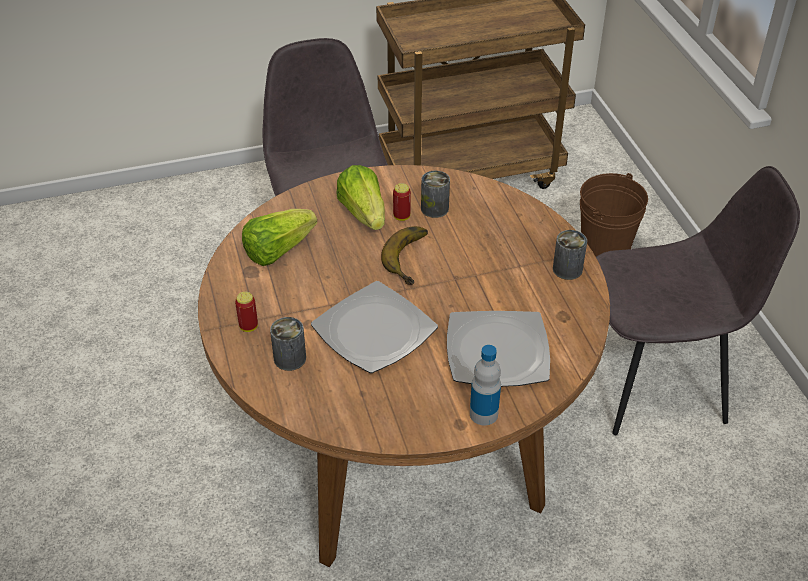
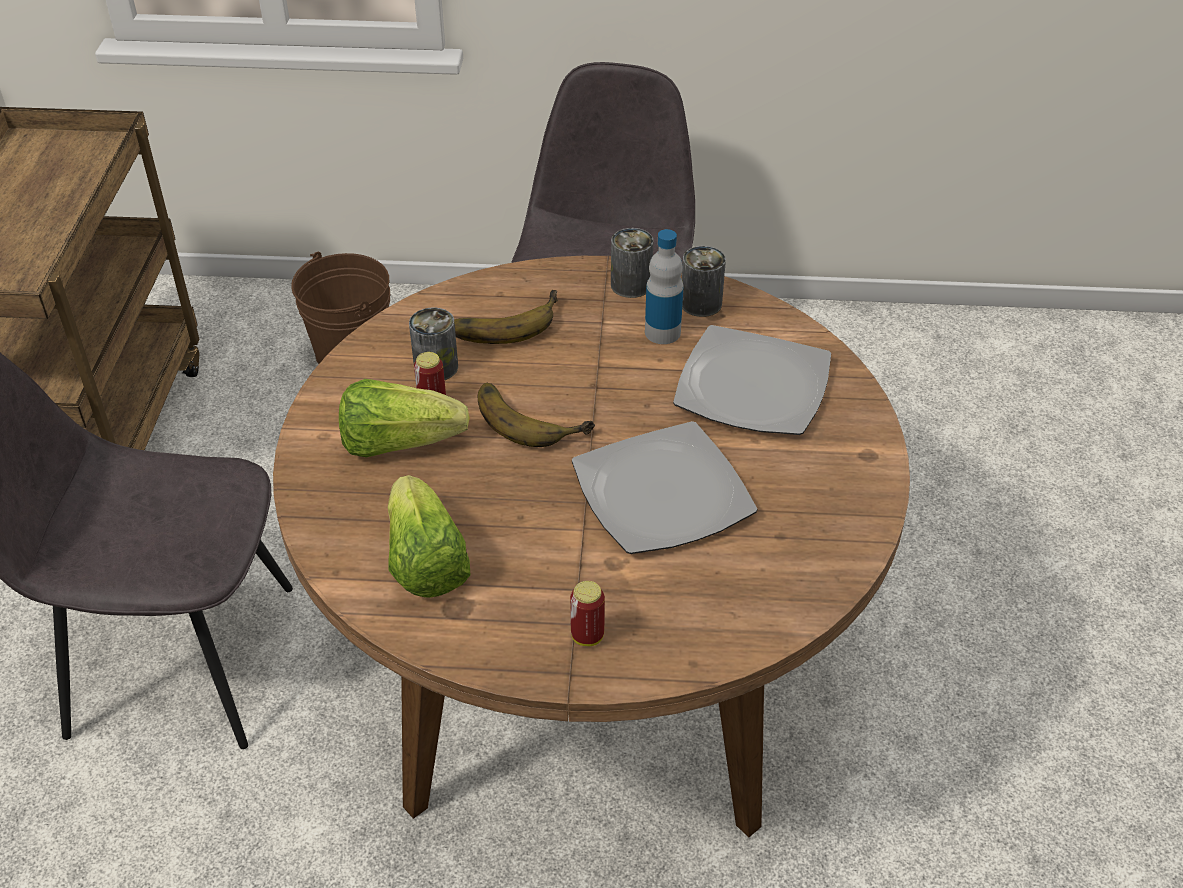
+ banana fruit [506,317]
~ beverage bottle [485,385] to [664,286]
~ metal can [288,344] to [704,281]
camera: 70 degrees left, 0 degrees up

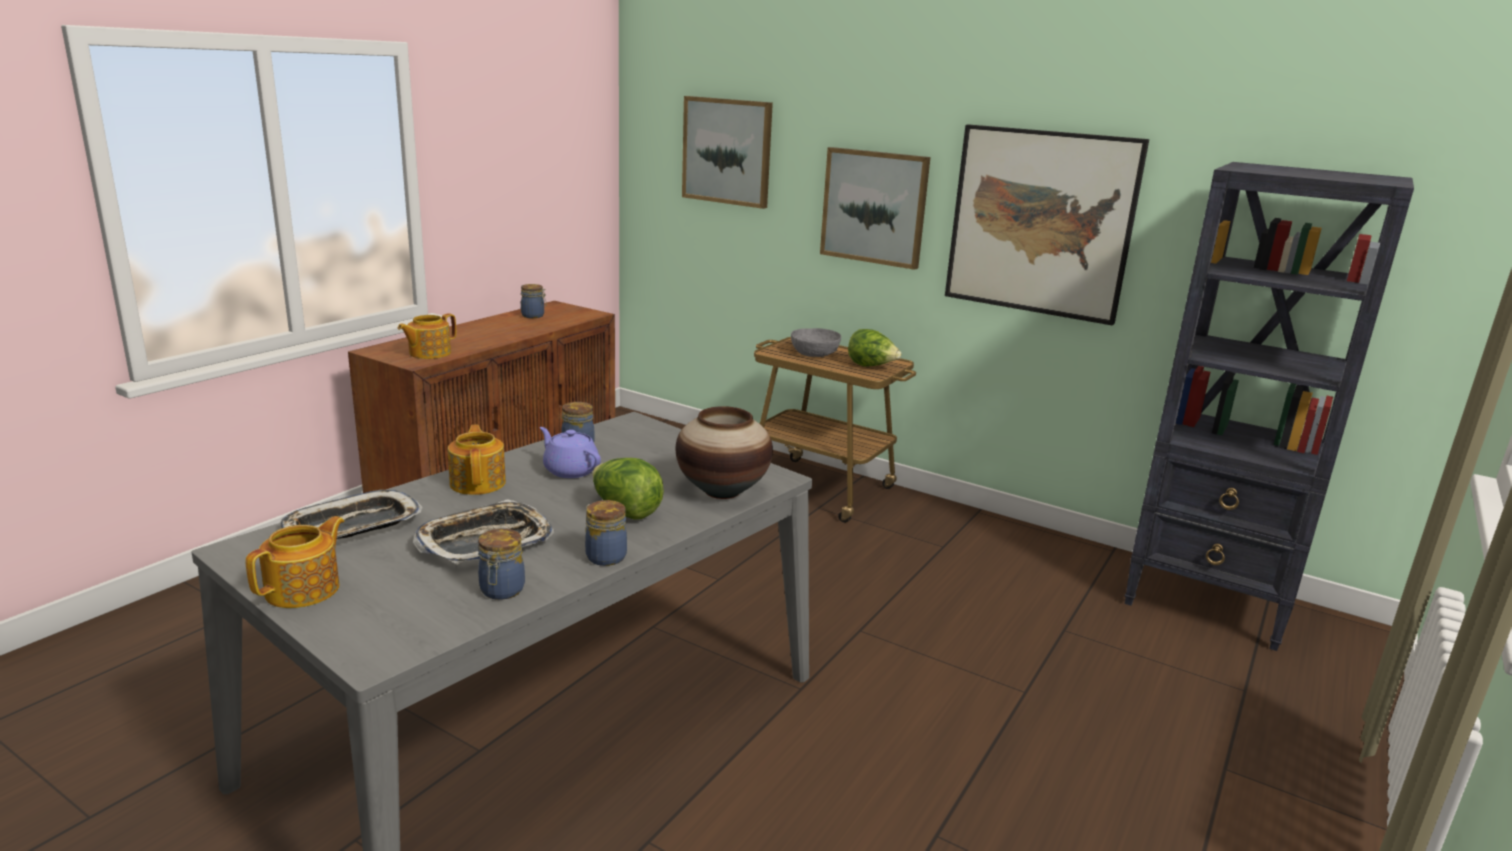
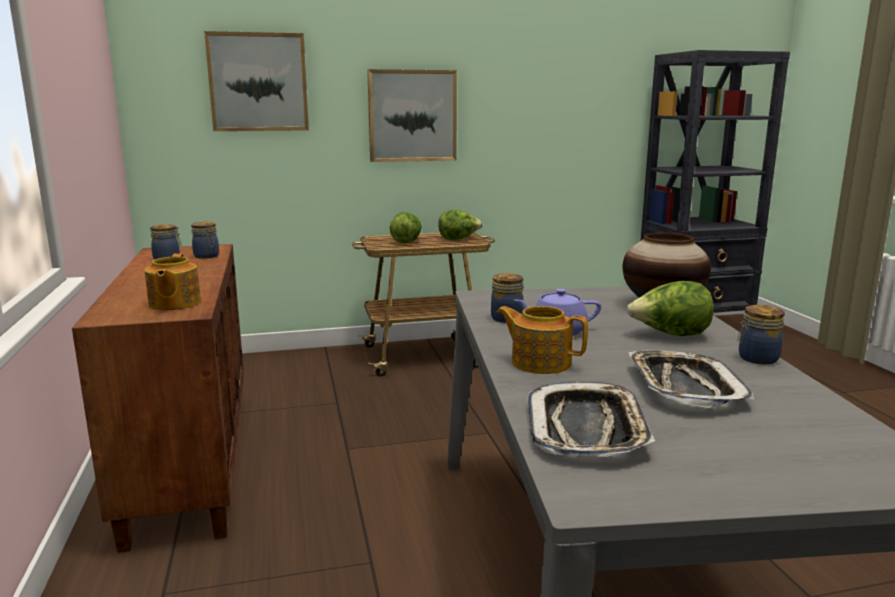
~ storage jar [501,564] to [205,240]
~ serving bowl (grey) [816,342] to lettuce head [405,227]
- tea pot [294,562]
- picture [1047,225]
camera: 45 degrees left, 5 degrees down

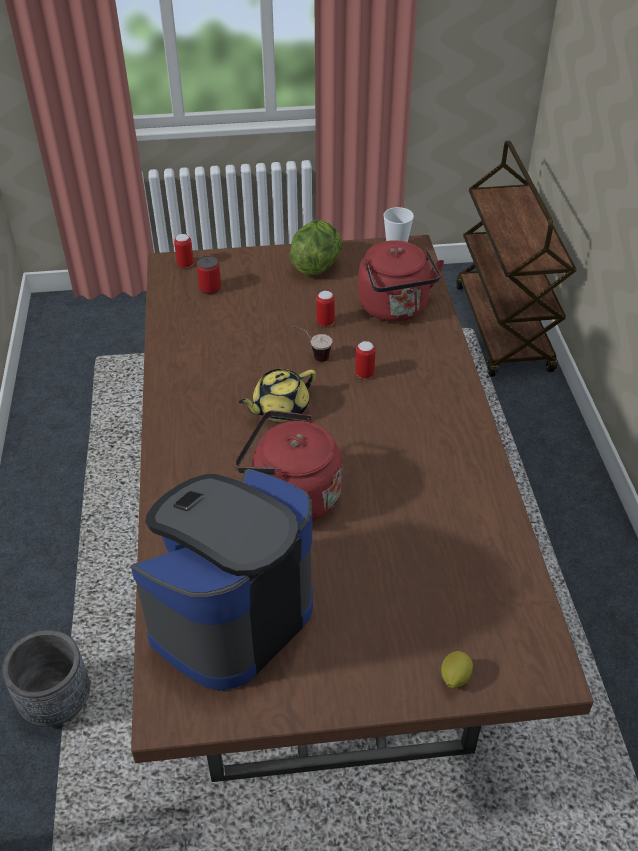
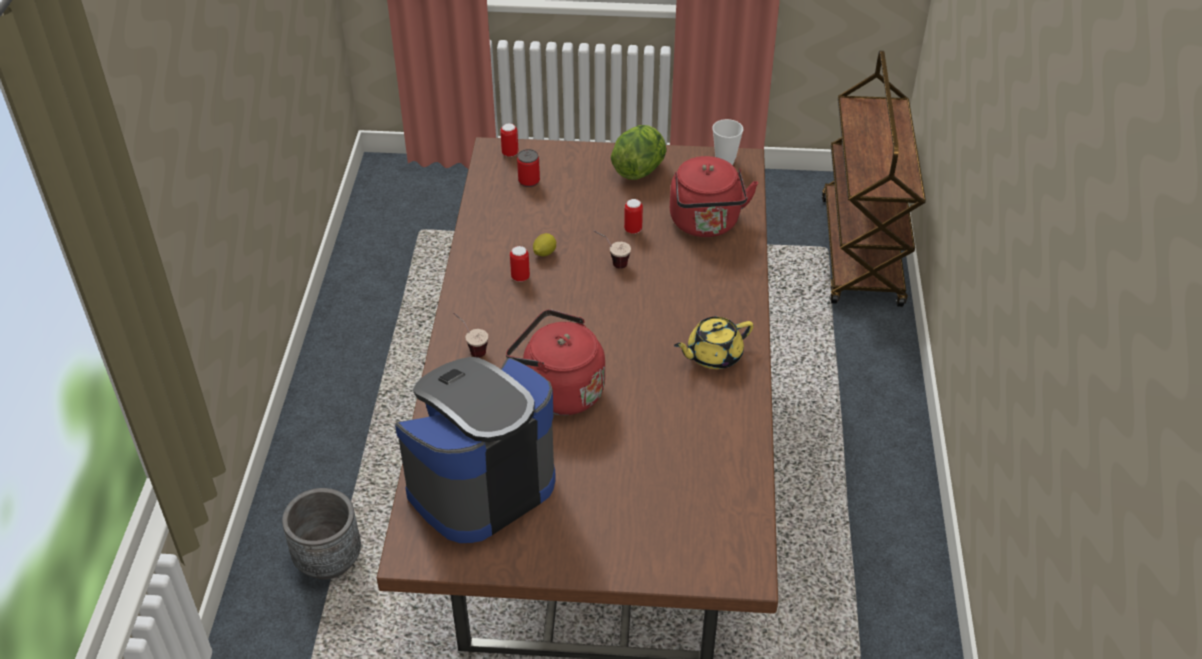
+ small cup [470,335]
~ metal can [365,360] to [520,264]
~ lemon [457,669] to [544,244]
~ tea pot (yellow-coloured) [277,395] to [714,343]
camera: 10 degrees right, 0 degrees up

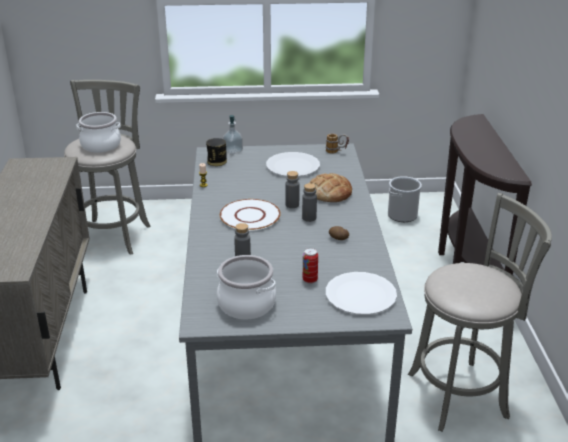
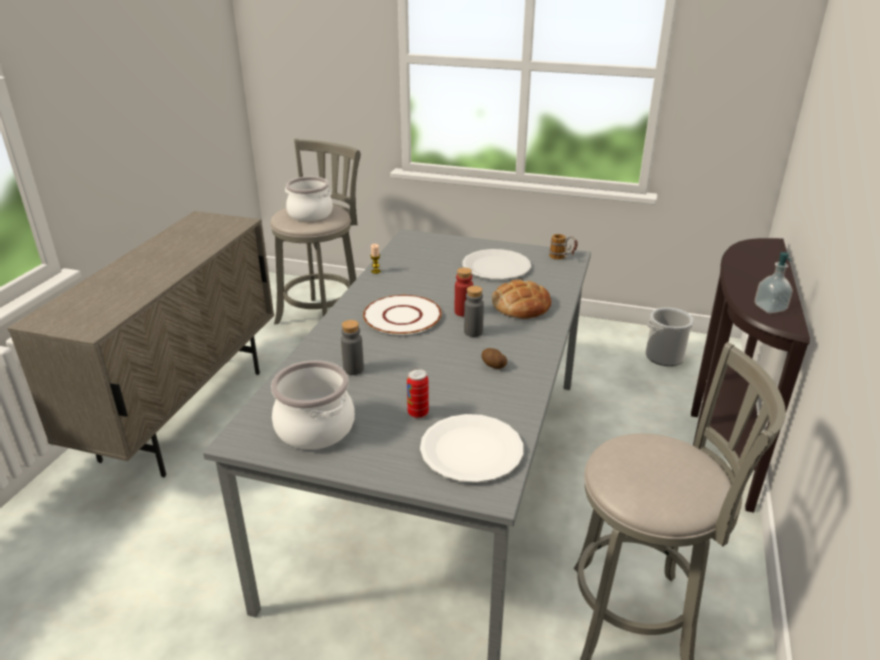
~ beverage bottle (grey) [292,189] to beverage bottle (reddish) [464,292]
~ soap dispenser [233,135] to [774,282]
- metal can [216,152]
camera: 20 degrees right, 0 degrees up

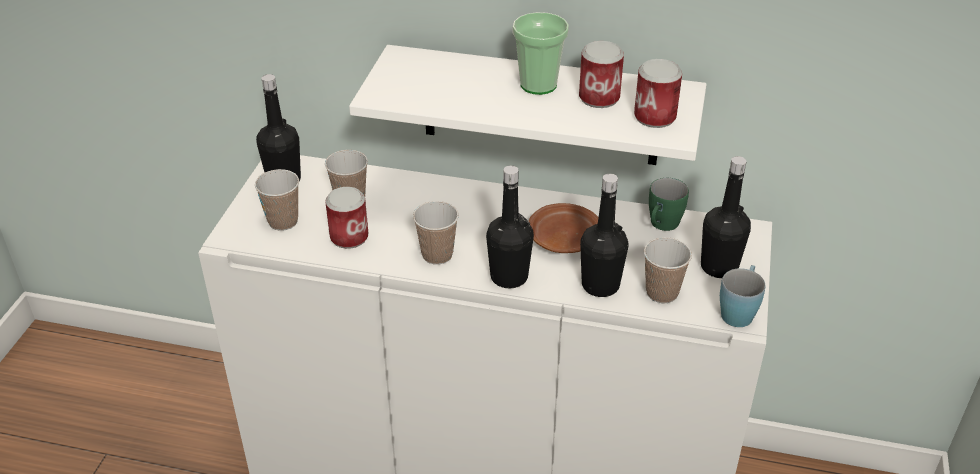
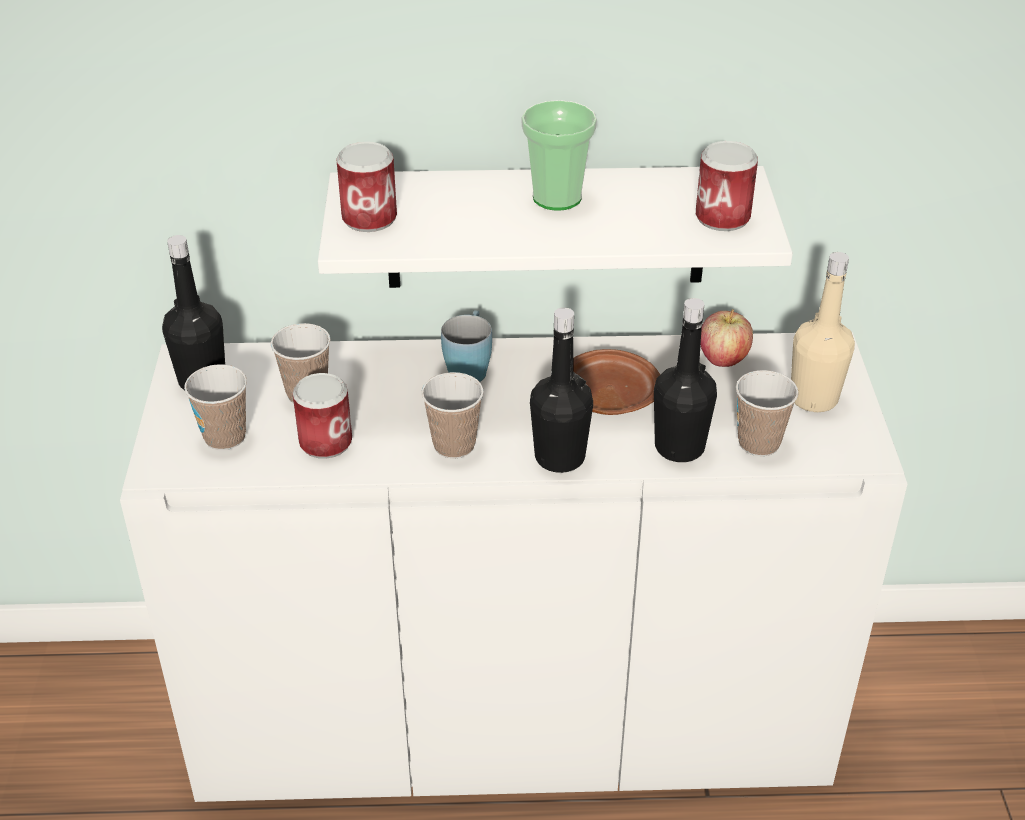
~ metal can [601,74] to [366,187]
~ mug (blue) [742,296] to [466,346]
~ mug (green) [669,204] to apple fruit [727,338]
~ beverage bottle (blackish) [726,217] to beverage bottle (sand-coloured) [823,332]
camera: 15 degrees left, 0 degrees up

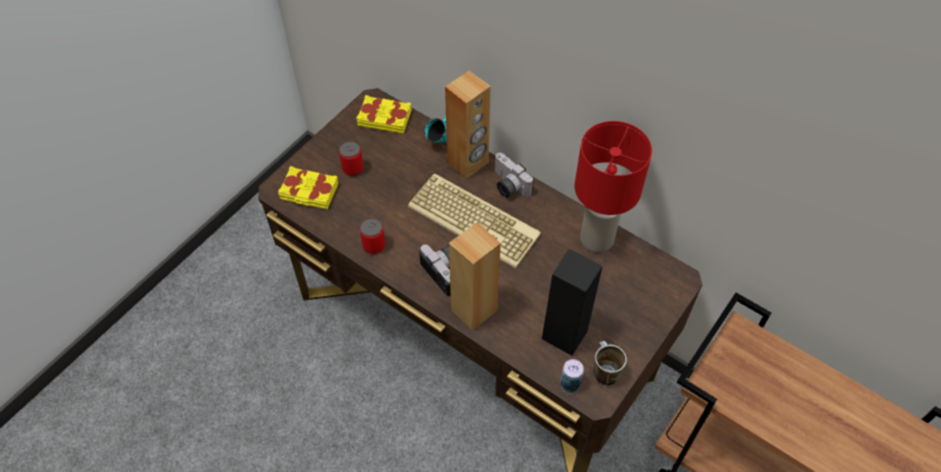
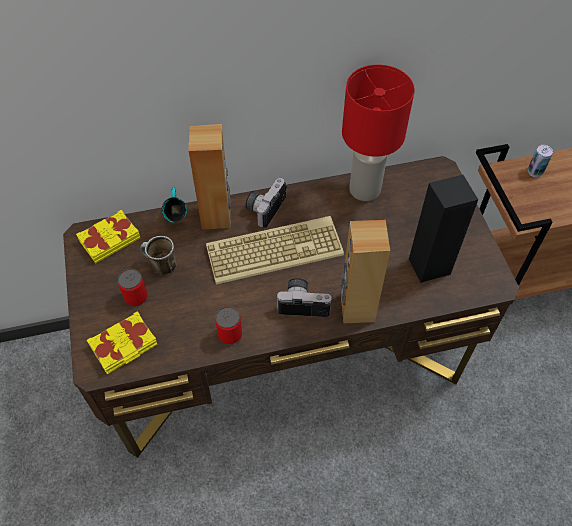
~ mug [610,363] to [158,255]
~ still camera [514,175] = [266,203] 120 degrees clockwise
~ metal can [572,376] to [540,161]
camera: 50 degrees left, 0 degrees up

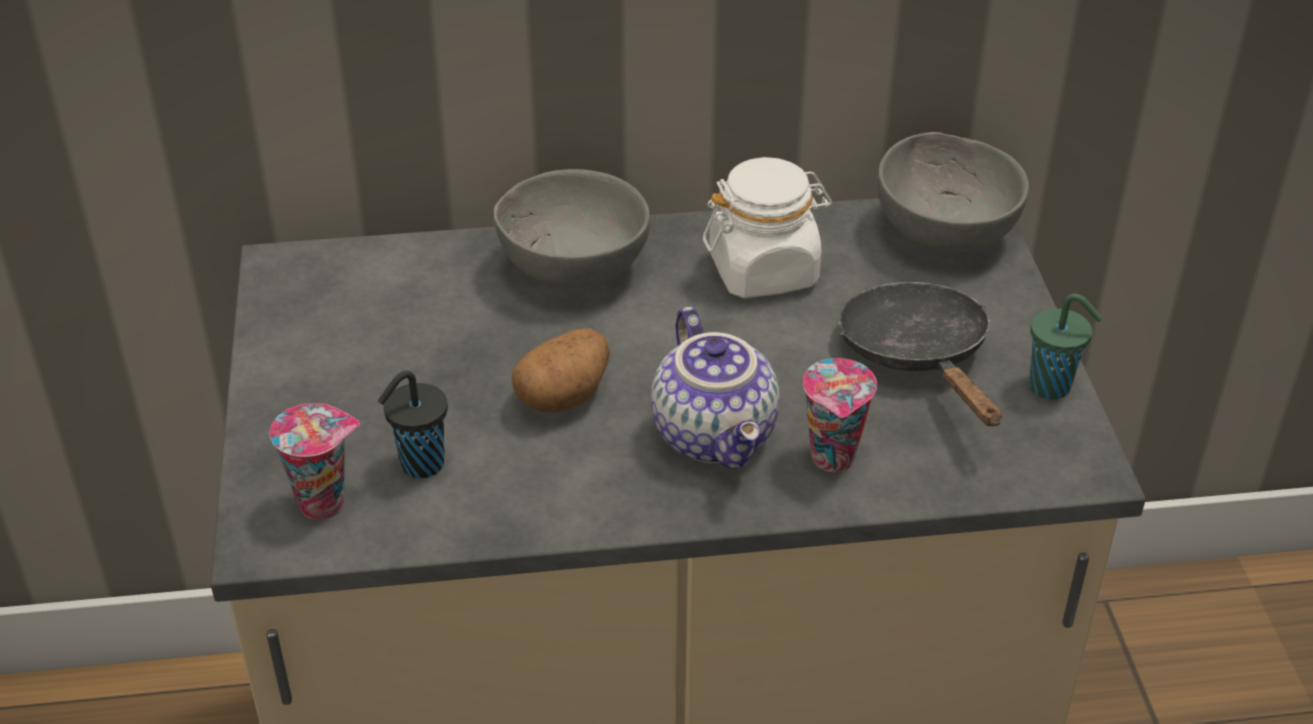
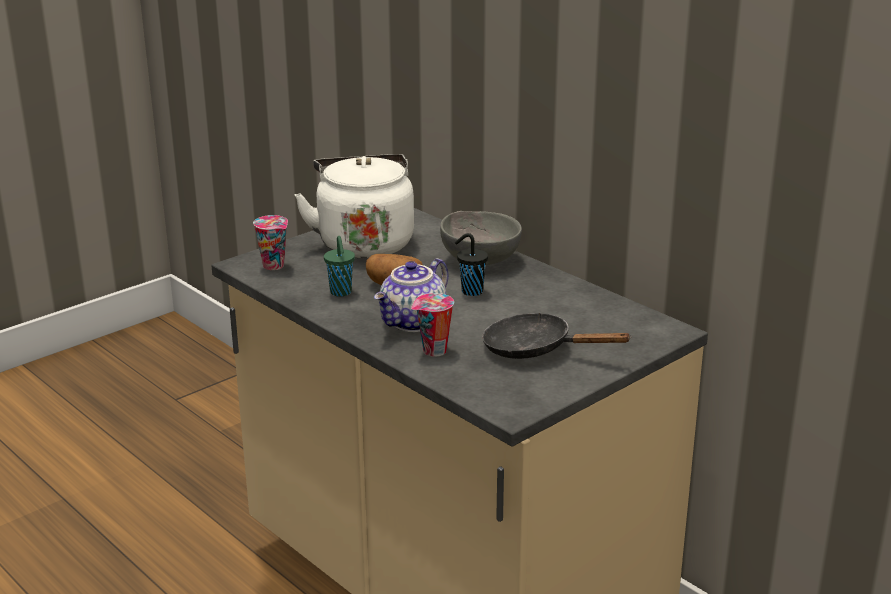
+ water kettle (white) [354,206]
~ small cup (green) [1065,346] to [339,266]
~ small cup (blackish) [413,424] to [471,264]
~ pan (blackish) [920,354] = [557,335] 105 degrees counterclockwise
- storage jar (white) [767,227]
- serving bowl (grey) [953,192]
camera: 55 degrees right, 15 degrees down

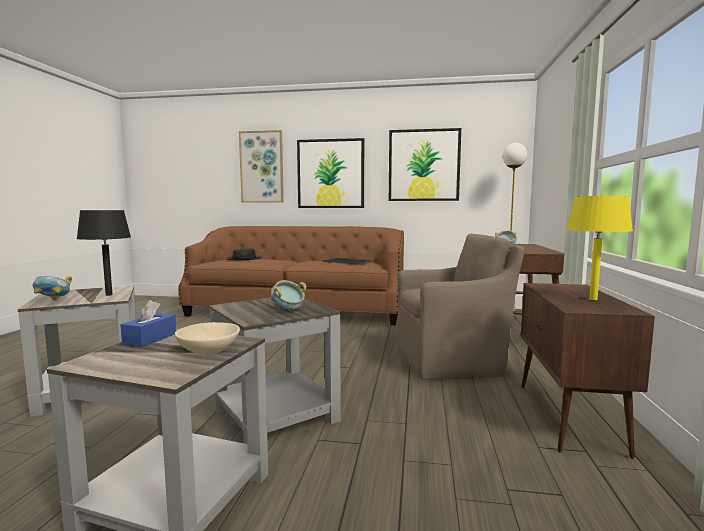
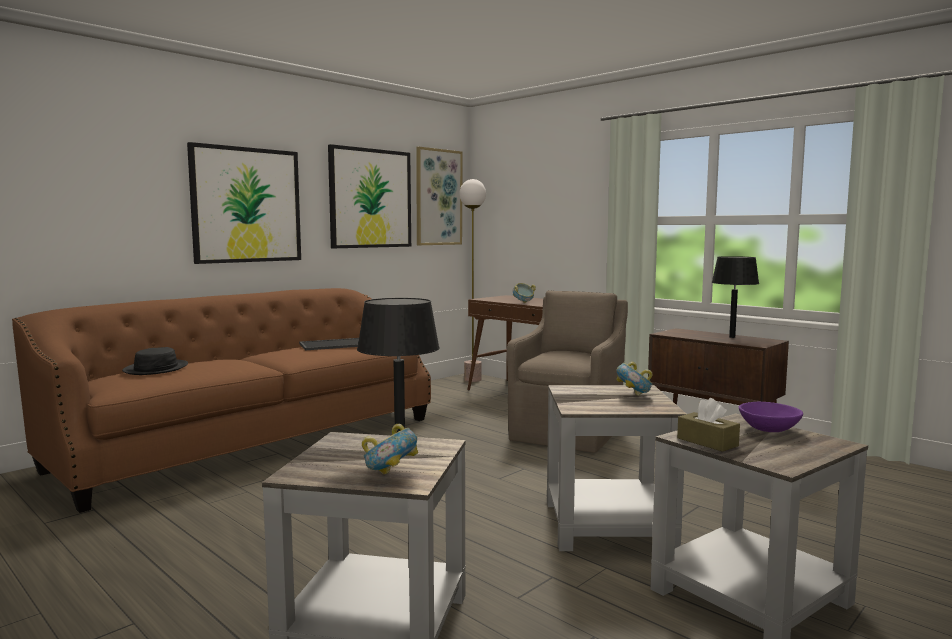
~ picture [261,166] to [439,196]
~ tissue box (blue) [148,323] to tissue box (brownish) [708,425]
~ table lamp (yellow-coloured) [600,248] to table lamp (blackish) [735,297]
~ serving bowl (sand-coloured) [207,338] to serving bowl (purple-coloured) [771,417]
camera: 55 degrees left, 0 degrees up

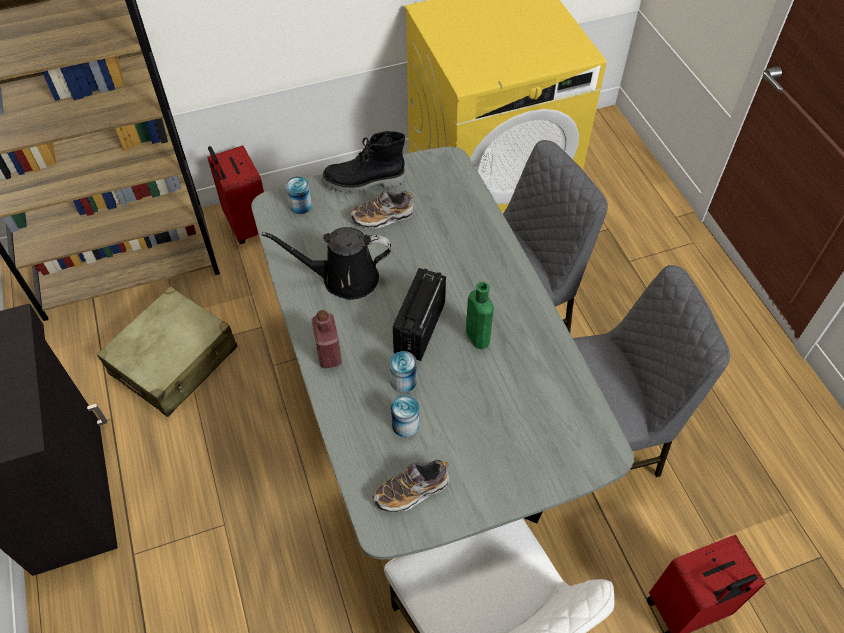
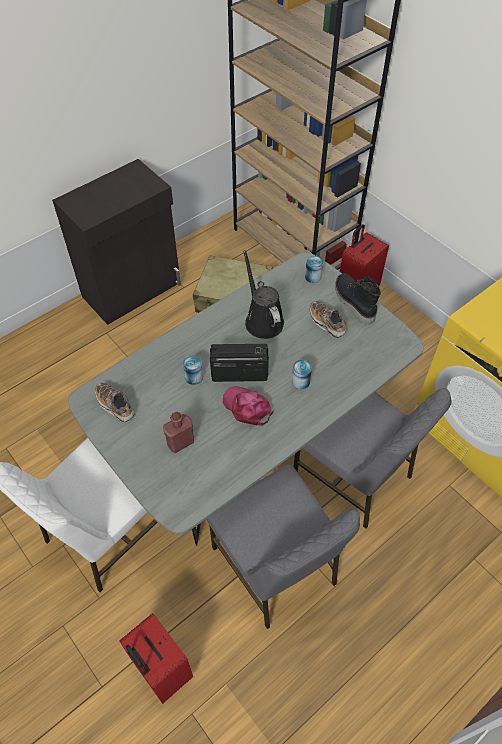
~ beverage bottle (reddish) [326,339] to [178,432]
~ beverage bottle (green) [480,315] to baseball cap (pinkish) [248,406]
~ metal can [405,416] to [302,374]
camera: 70 degrees right, 0 degrees up

